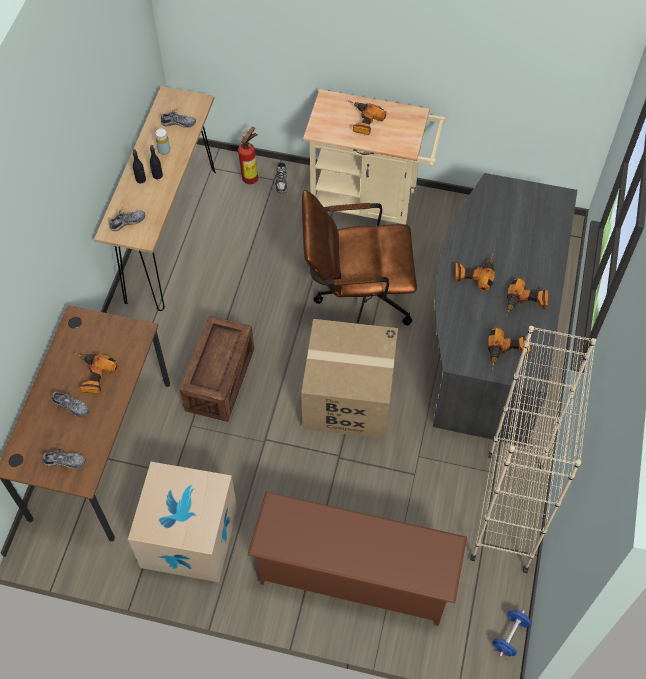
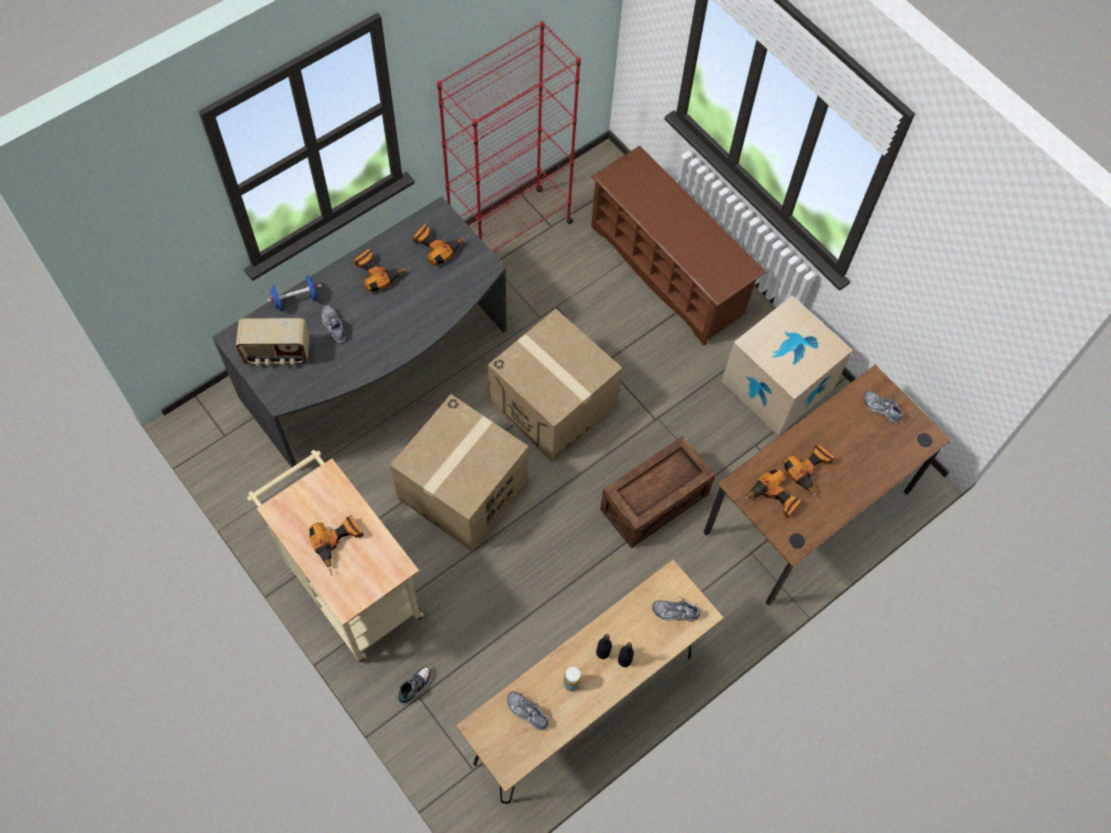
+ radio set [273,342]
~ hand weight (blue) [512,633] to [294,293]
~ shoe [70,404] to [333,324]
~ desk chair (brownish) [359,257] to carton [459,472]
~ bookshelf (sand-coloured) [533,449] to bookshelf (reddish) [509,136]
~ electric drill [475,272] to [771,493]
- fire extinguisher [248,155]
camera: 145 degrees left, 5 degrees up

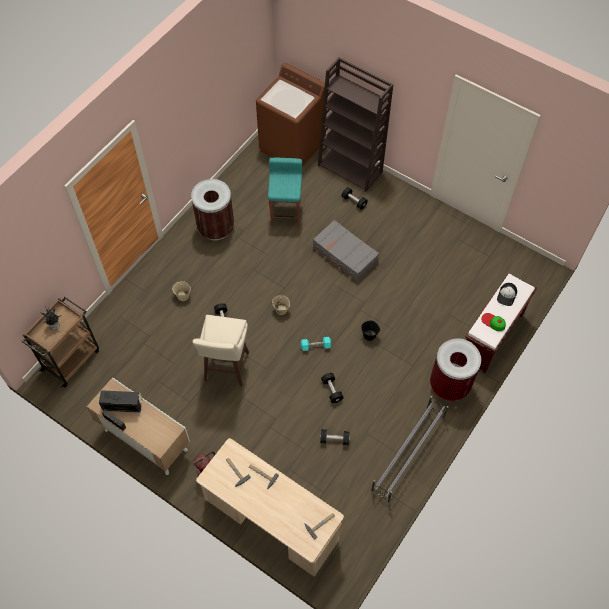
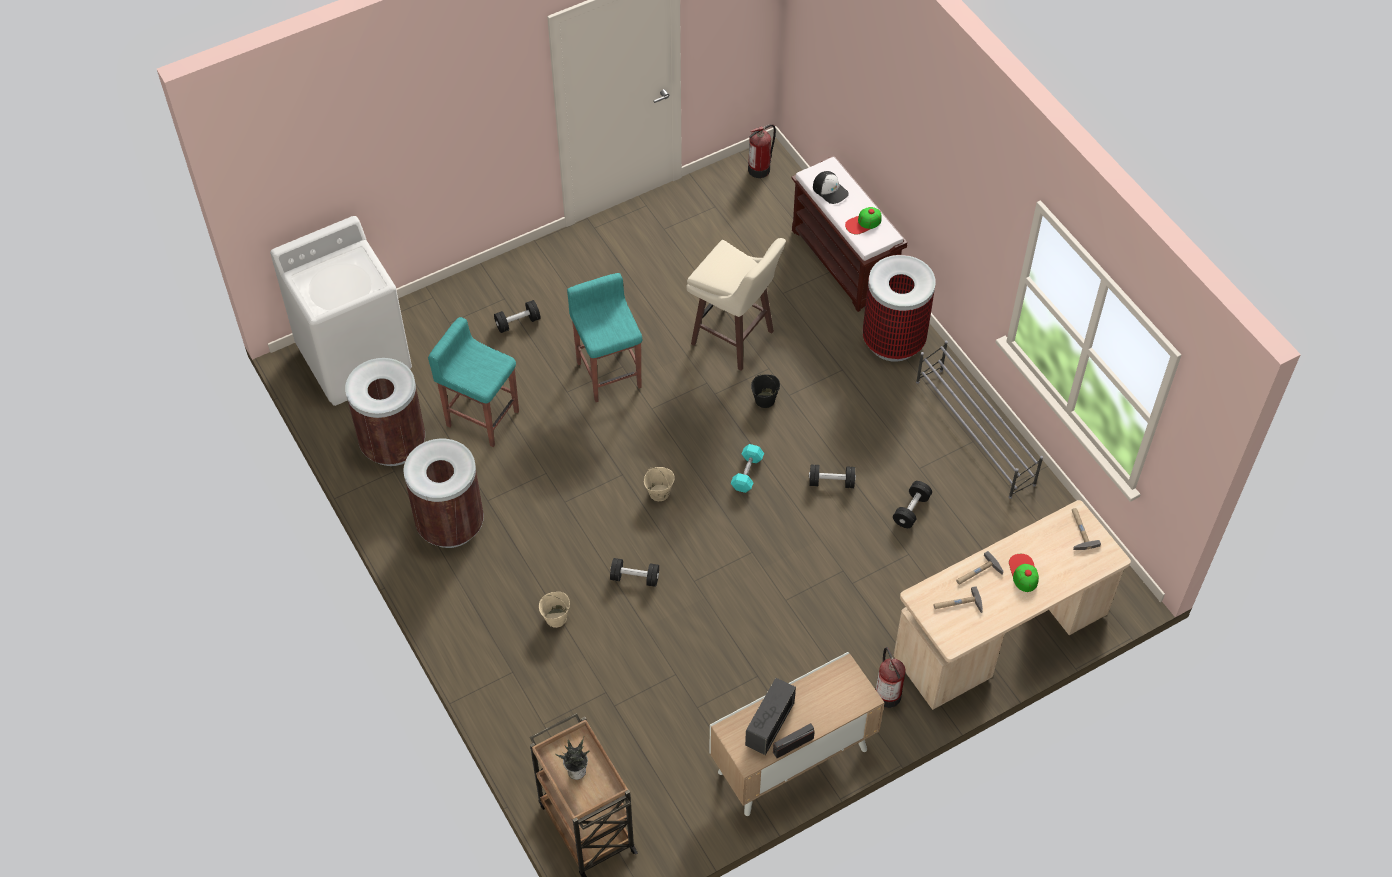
~ washing machine (brownish) [291,114] to washing machine (white) [341,311]
+ rubbish bin (brownish) [385,412]
~ travel case (grey) [346,250] to stool seat (blue-green) [604,337]
~ stool seat (sand-coloured) [220,350] to [736,304]
+ fire extinguisher [762,151]
+ baseball cap [1024,573]
- bookshelf (brownish) [355,124]
camera: 65 degrees left, 5 degrees down

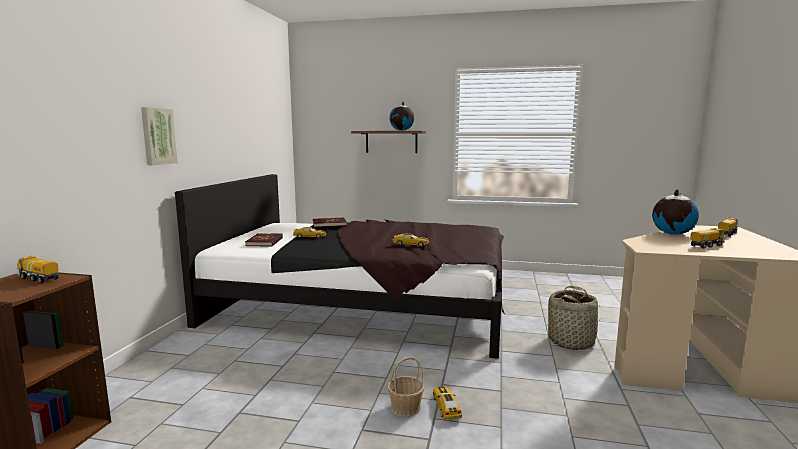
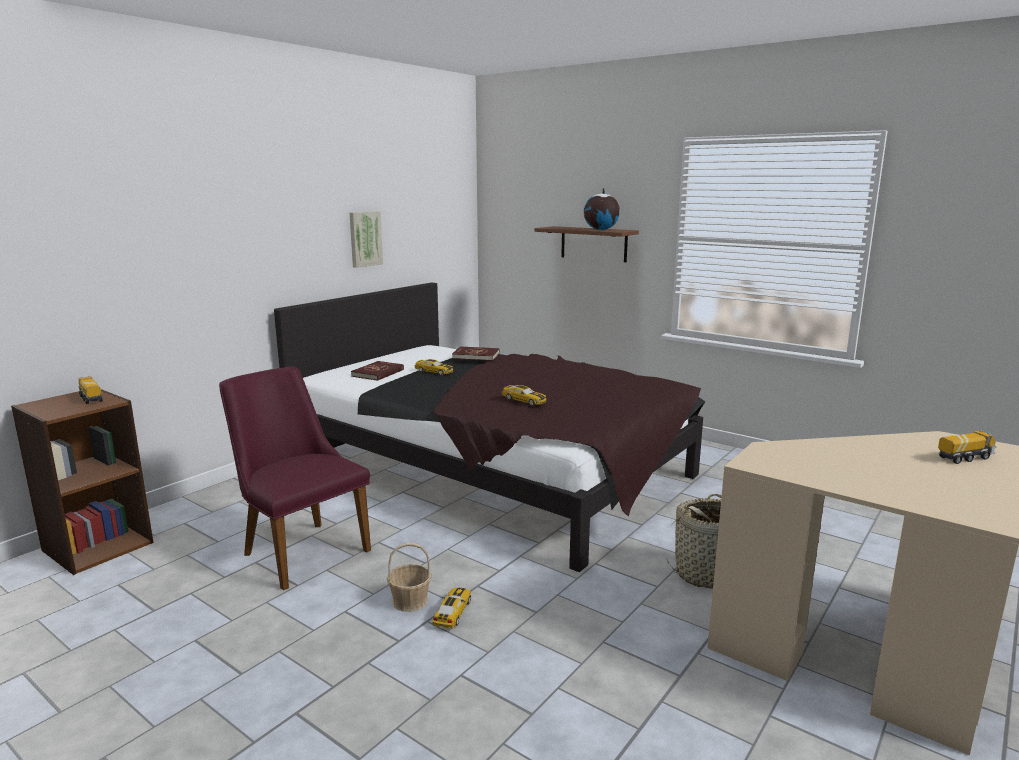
+ plain chair (purple-coloured) [295,478]
~ picture [159,136] to [366,239]
- globe [675,212]
- model truck [707,238]
camera: 25 degrees right, 5 degrees up

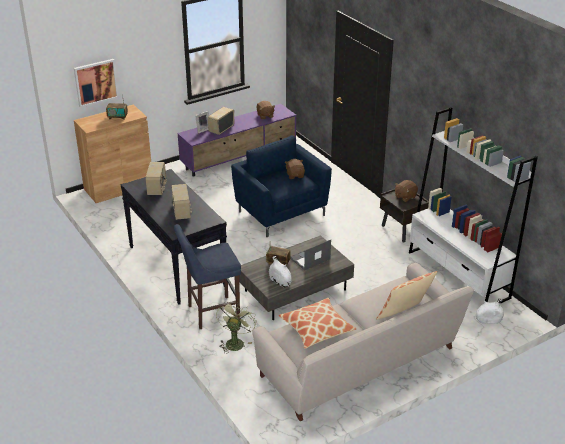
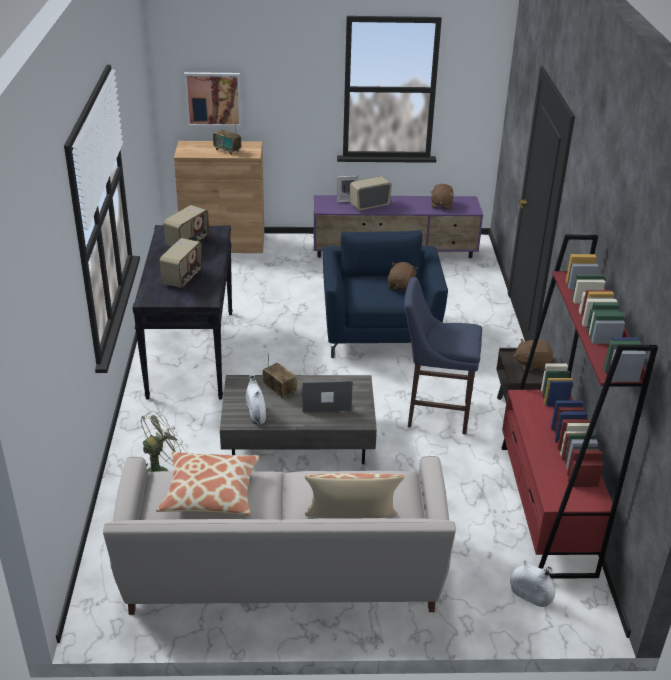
~ stool seat (blue) [207,276] to [443,356]
~ bookshelf (white) [473,205] to bookshelf (reddish) [580,406]
camera: 30 degrees right, 0 degrees up

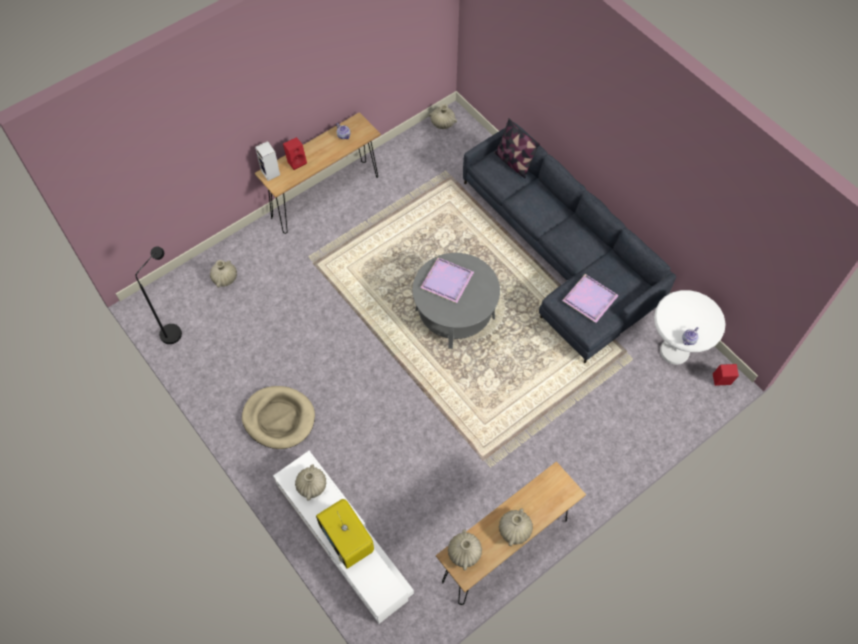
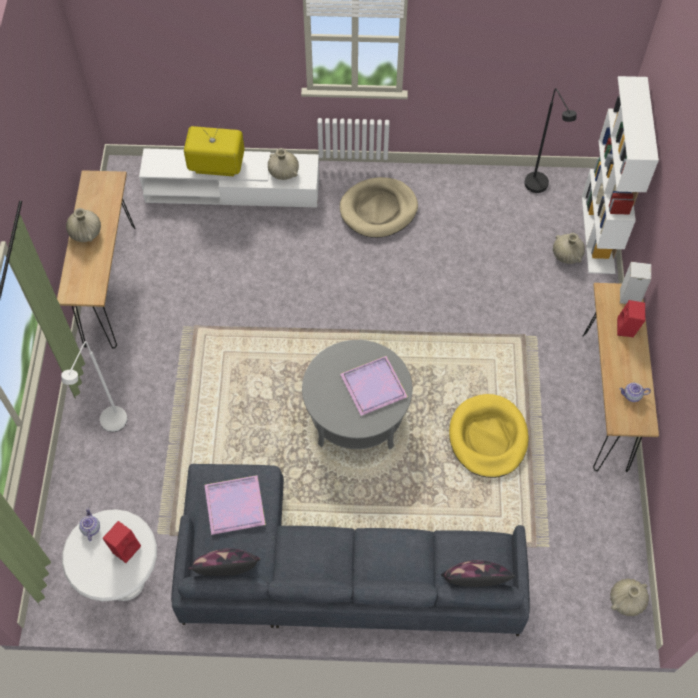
+ floor lamp (white) [94,386]
~ audio speaker (reddish) [726,375] to [121,542]
+ throw pillow [224,562]
+ dog cushion (yellow-coloured) [489,436]
+ bookshelf (white) [620,175]
- flower vase (sand-coloured) [465,549]
camera: 130 degrees right, 0 degrees up

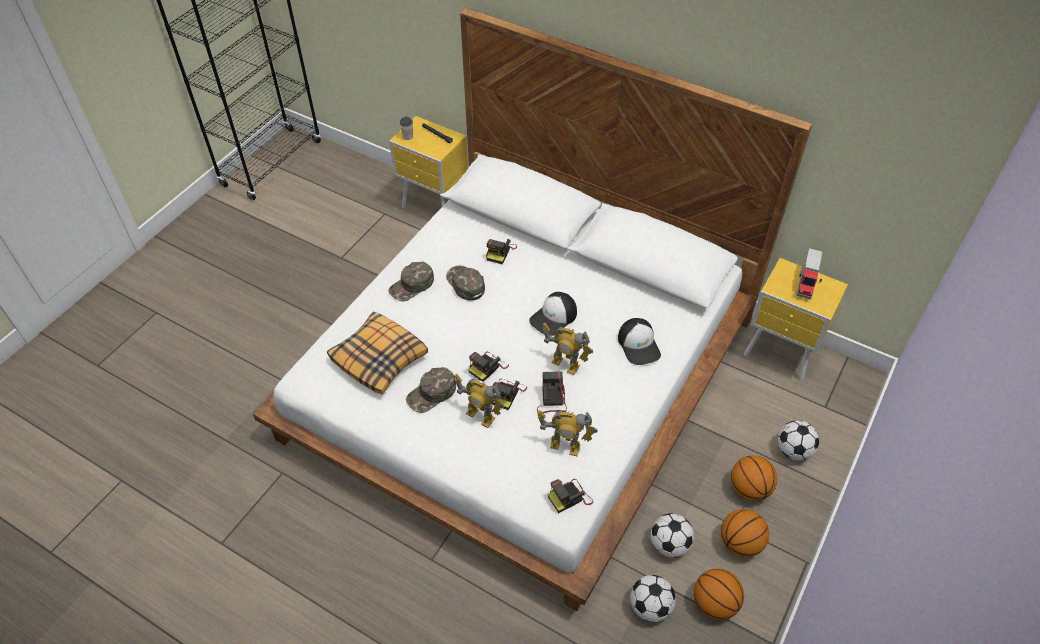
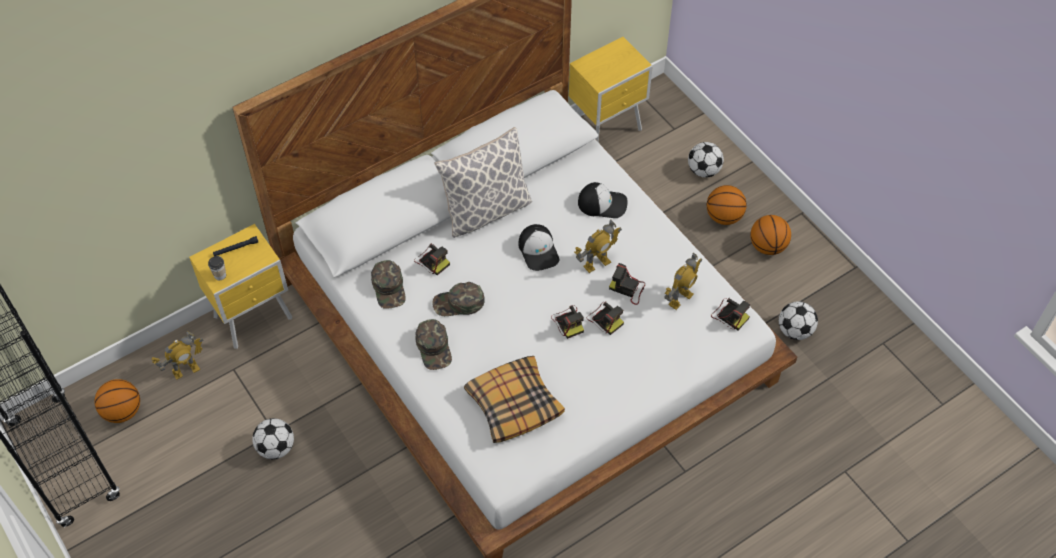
~ basketball [719,594] to [117,401]
~ model robot [479,400] to [177,355]
~ football [672,535] to [273,438]
~ baseball cap (green) [431,390] to [388,284]
+ throw pillow [483,182]
~ still camera [570,496] = [730,314] 45 degrees counterclockwise
- model truck [809,273]
camera: 65 degrees left, 5 degrees up

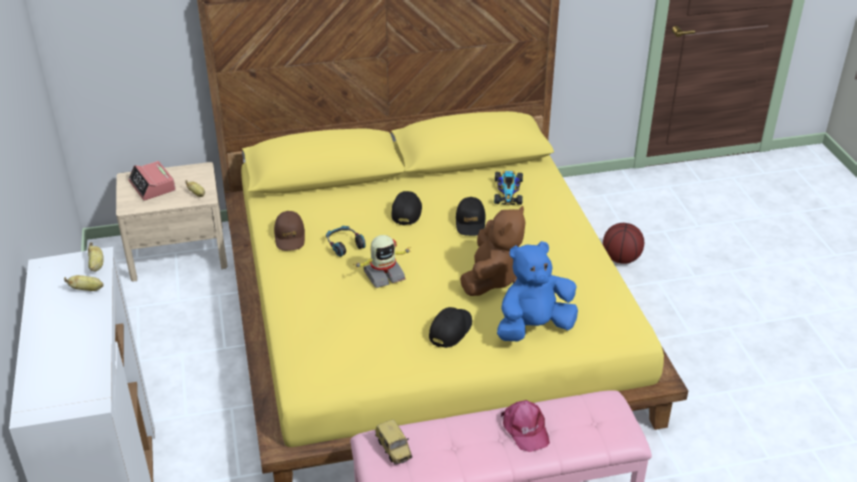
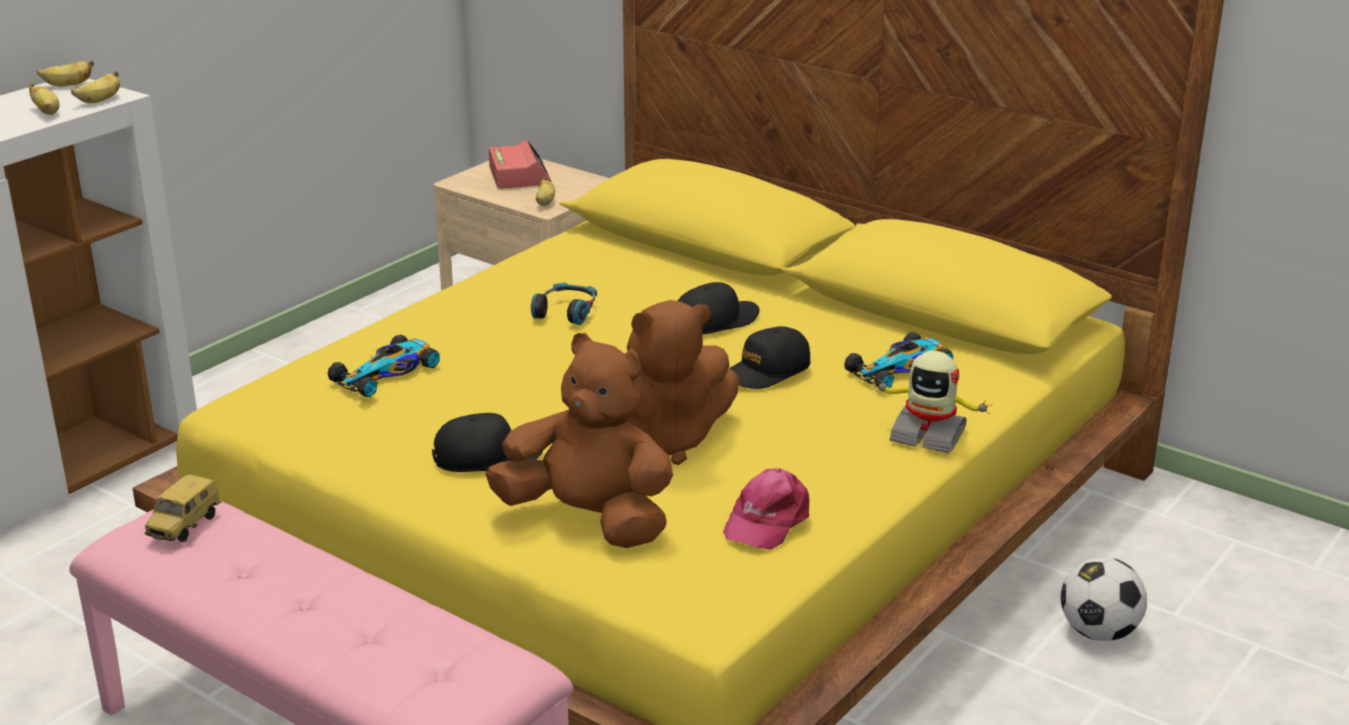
+ banana fruit [65,73]
+ miniature car [384,366]
~ soft toy (blue) [537,291] to soft toy (brownish) [579,440]
~ table clock [152,180] = [520,164] 150 degrees clockwise
~ baseball cap (pinkish) [525,426] to [766,509]
~ model robot [382,261] to [933,402]
~ basketball [623,243] to football [1104,599]
- baseball cap (brownish) [289,231]
camera: 50 degrees right, 10 degrees down

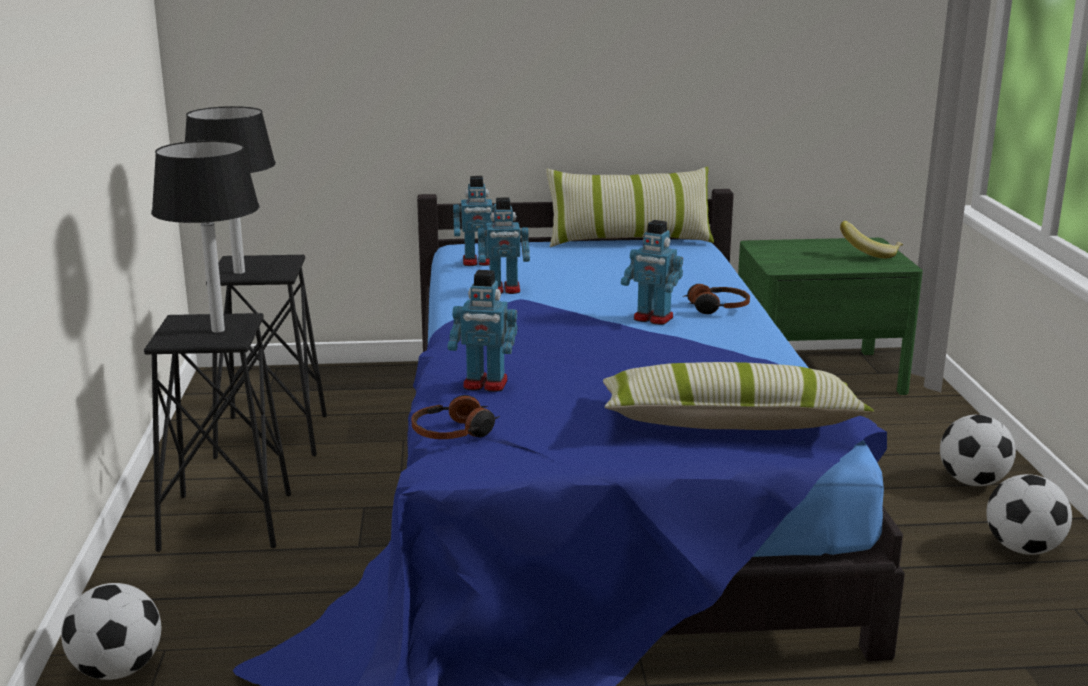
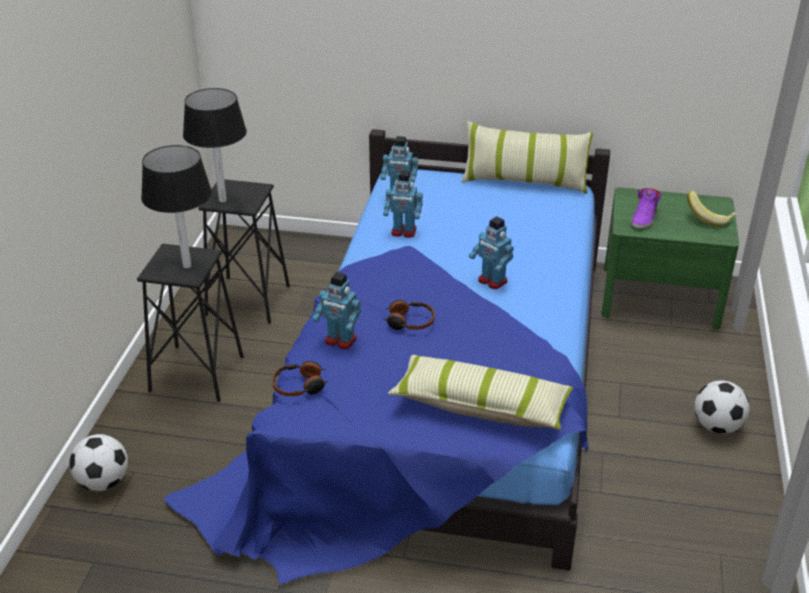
~ pair of headphones [716,299] to [409,315]
+ shoe (purple-coloured) [646,208]
- football [1029,514]
camera: 15 degrees right, 15 degrees up

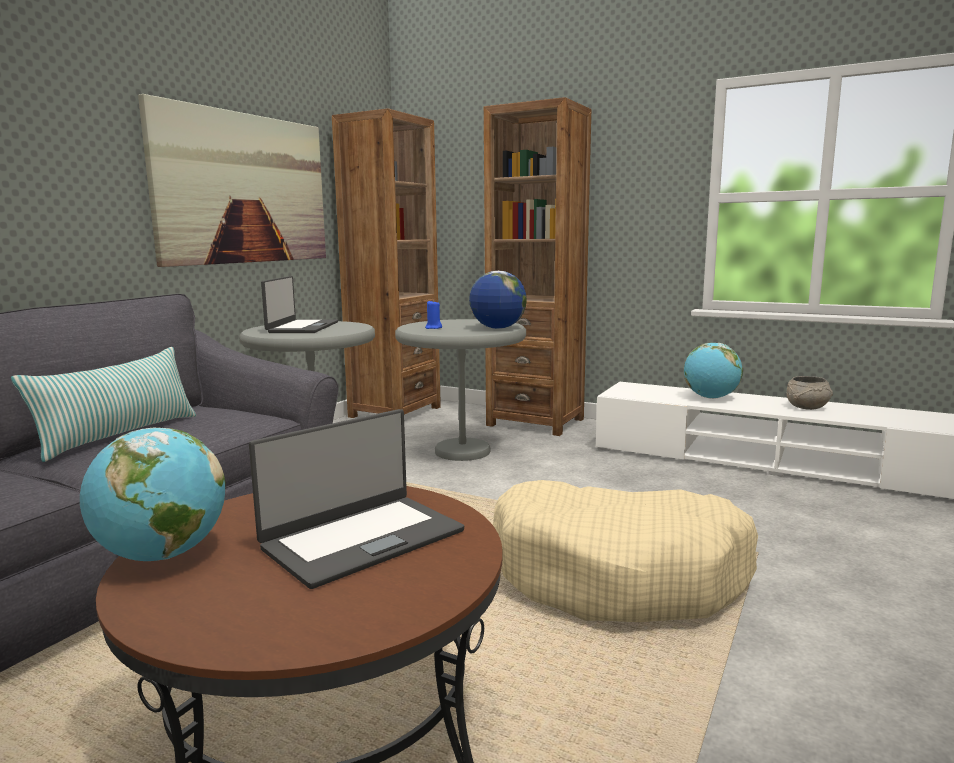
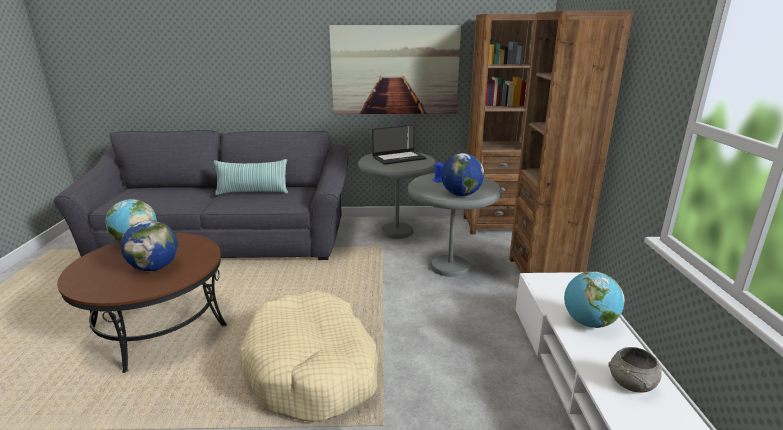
~ laptop [356,499] to globe [149,245]
camera: 60 degrees right, 10 degrees up

